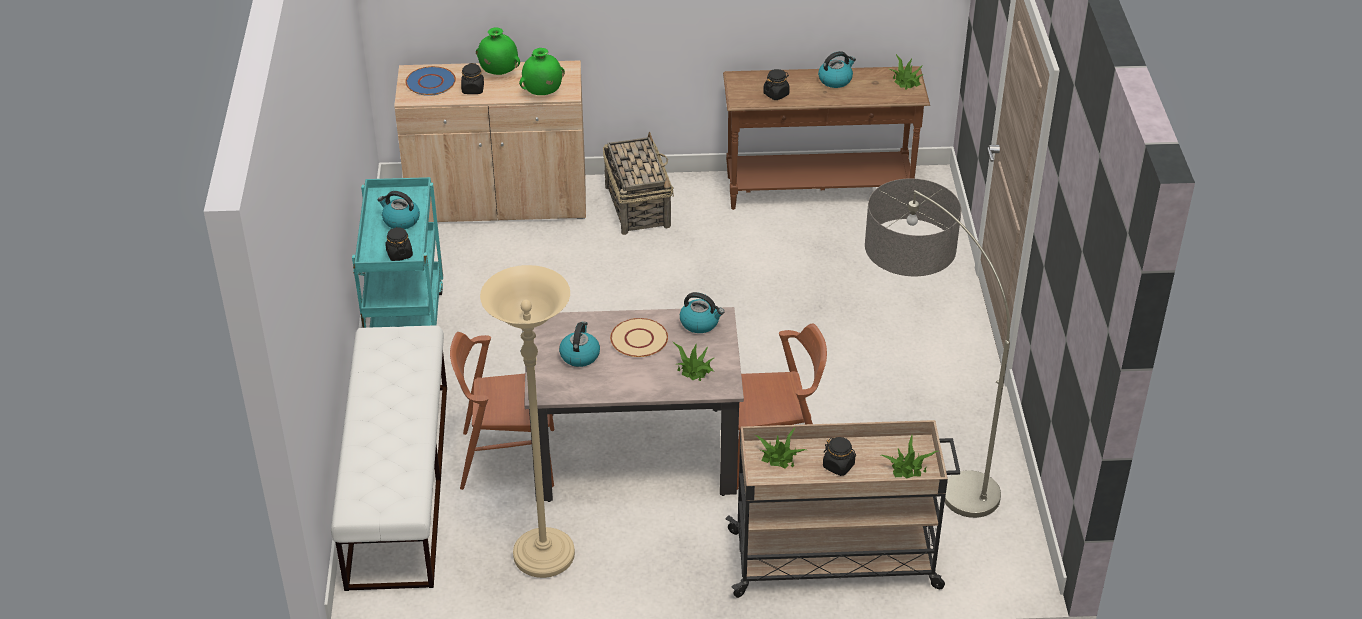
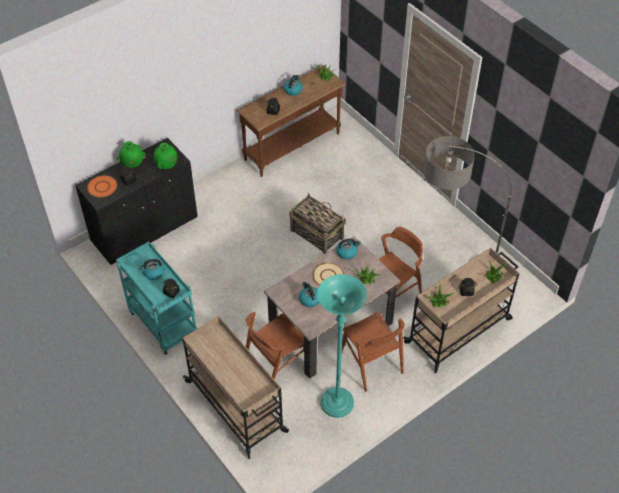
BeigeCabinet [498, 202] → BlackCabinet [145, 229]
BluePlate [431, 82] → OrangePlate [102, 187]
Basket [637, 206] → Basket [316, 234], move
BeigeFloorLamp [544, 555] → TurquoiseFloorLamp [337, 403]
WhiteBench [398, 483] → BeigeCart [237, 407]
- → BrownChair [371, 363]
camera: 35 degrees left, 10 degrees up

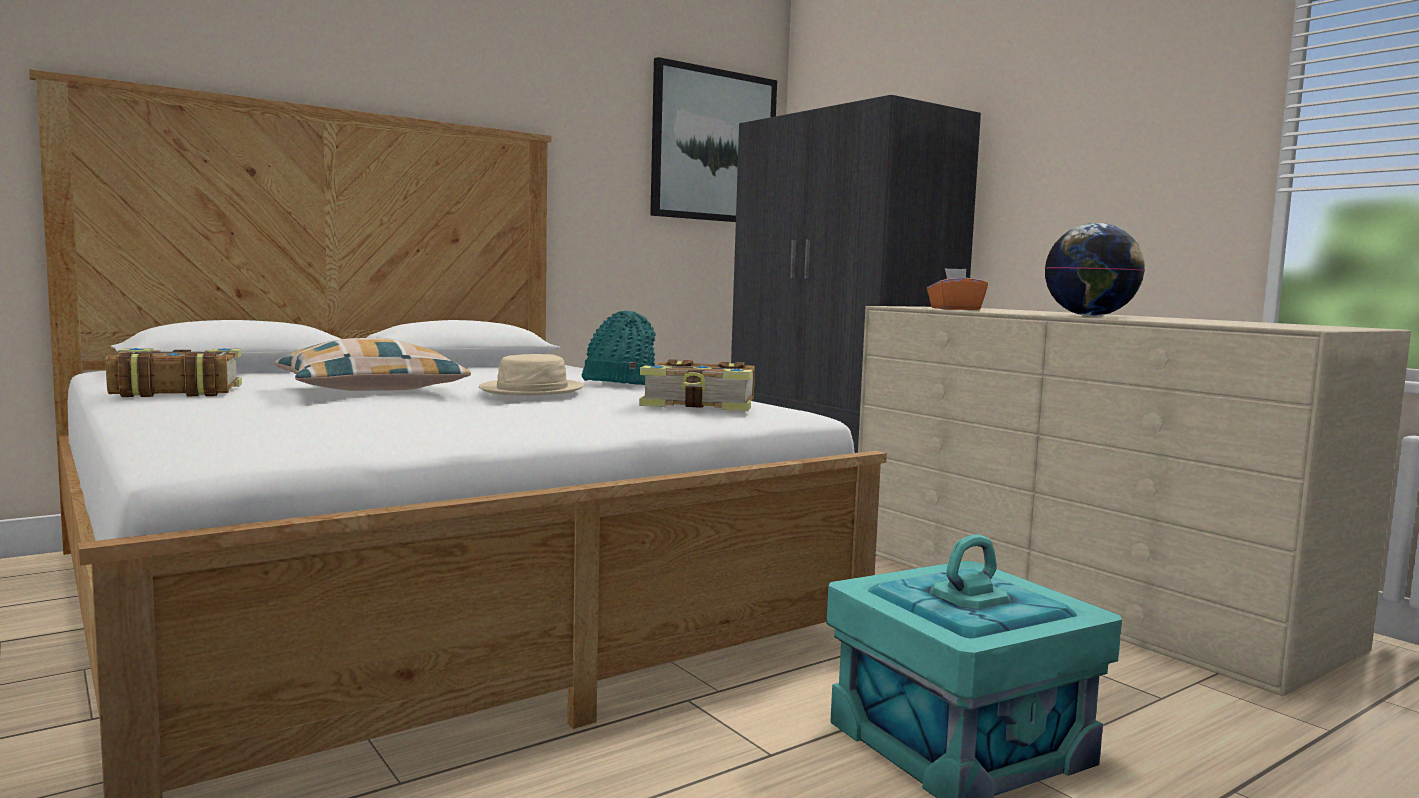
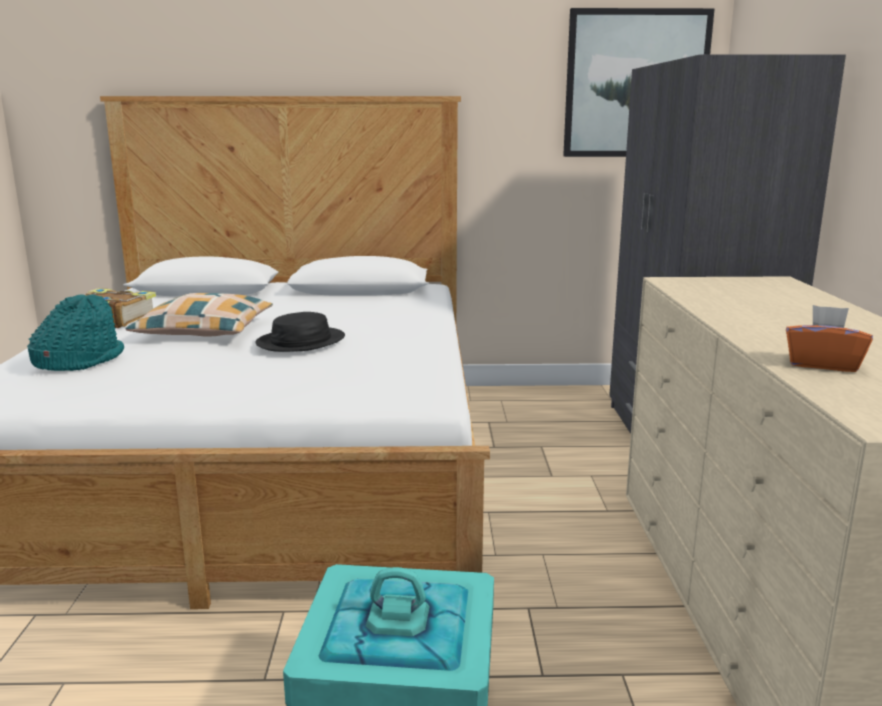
Globe [1090, 316] → -
OrangeTissueBox [955, 309] → OrangeTissueBox [822, 364], move
TurquoiseHat [619, 382] → TurquoiseHat [79, 360], move
BeigeHat [532, 390] → BlackHat [301, 341]
Book [701, 405] → -
camera: 35 degrees right, 10 degrees up

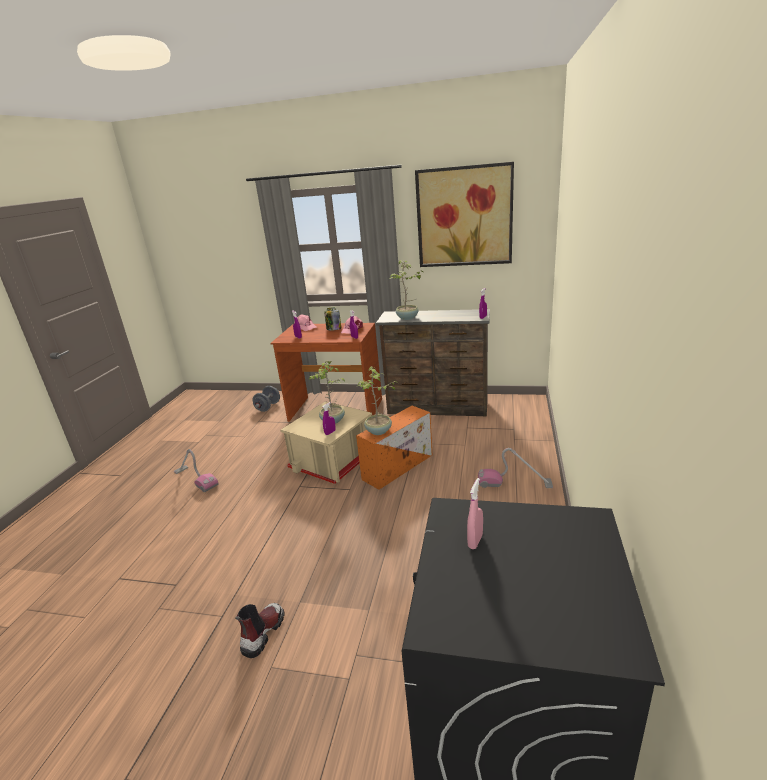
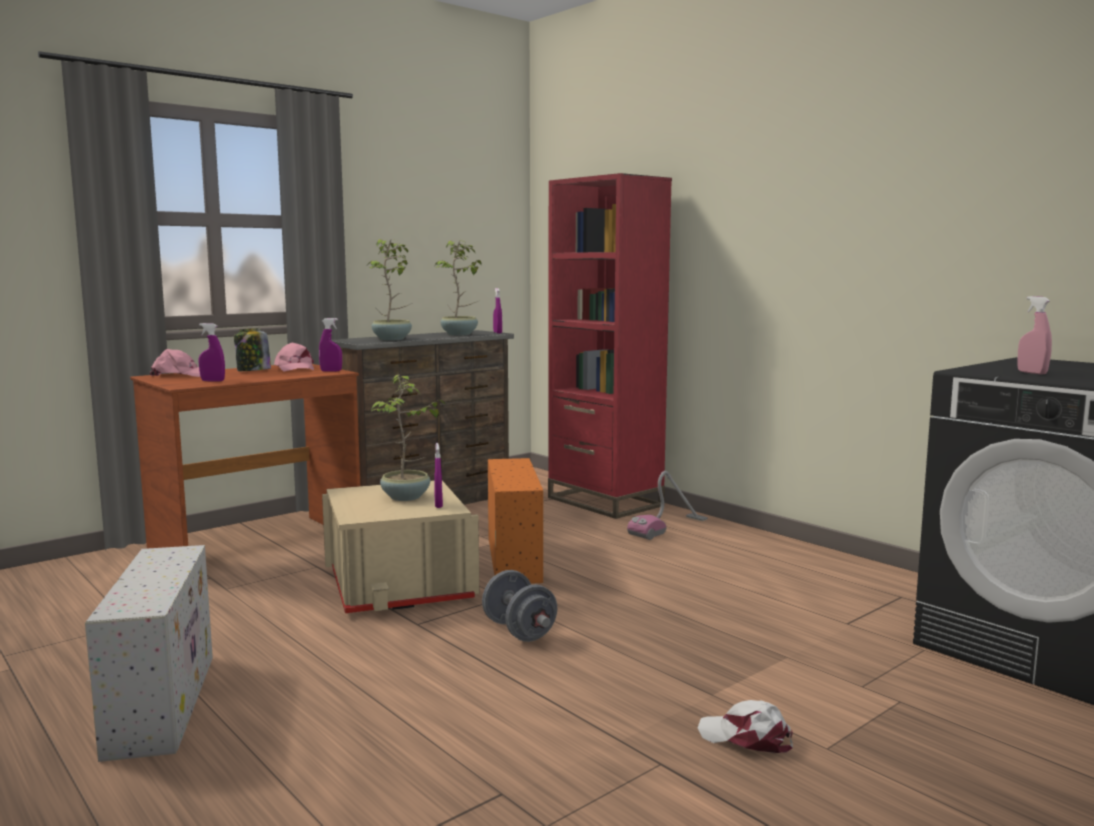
Picture [464, 217] → -
PottedPlant [379, 431] → PottedPlant [460, 334], move
GreyDumbbell [268, 407] → GreyDumbbell [519, 631], move
VacuumCleaner [195, 479] → WhiteStorageBox [162, 701]
Boot [263, 633] → WhiteCap [746, 737]
- → RedBookcase [604, 502]
camera: 55 degrees left, 15 degrees down

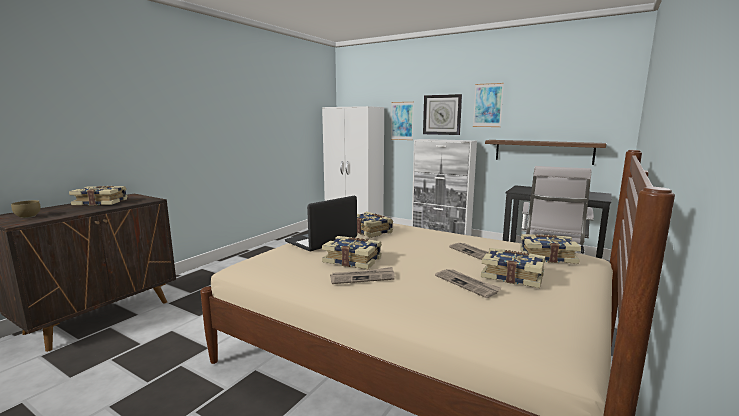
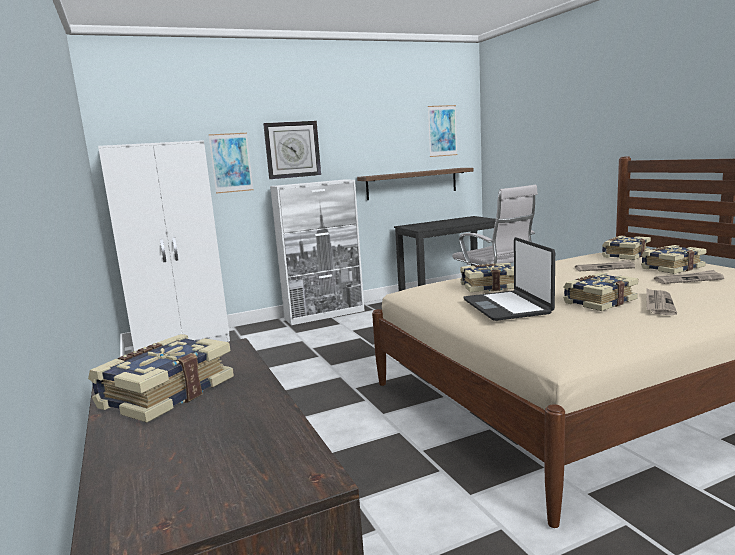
Picture [488, 105] → Picture [442, 131], move
BrownBowl [29, 216] → -
camera: 55 degrees left, 0 degrees up

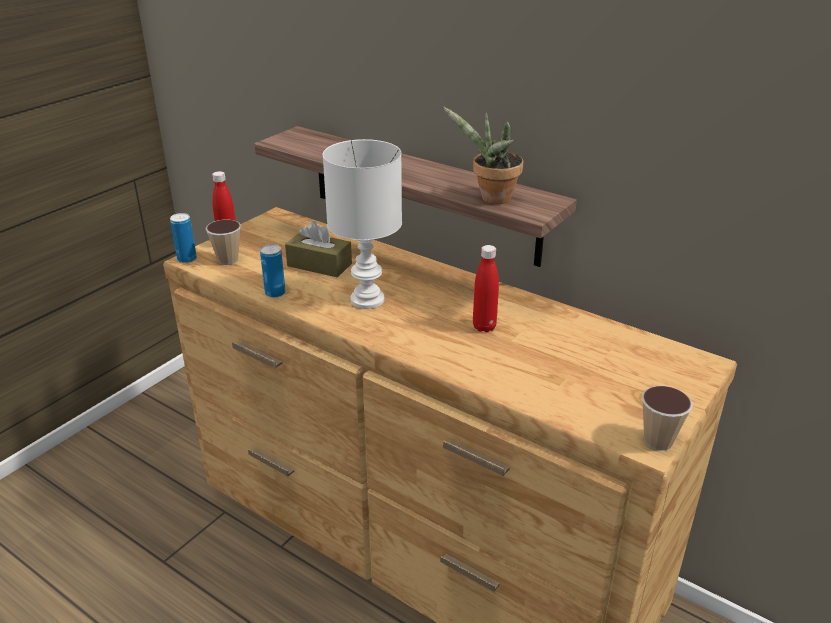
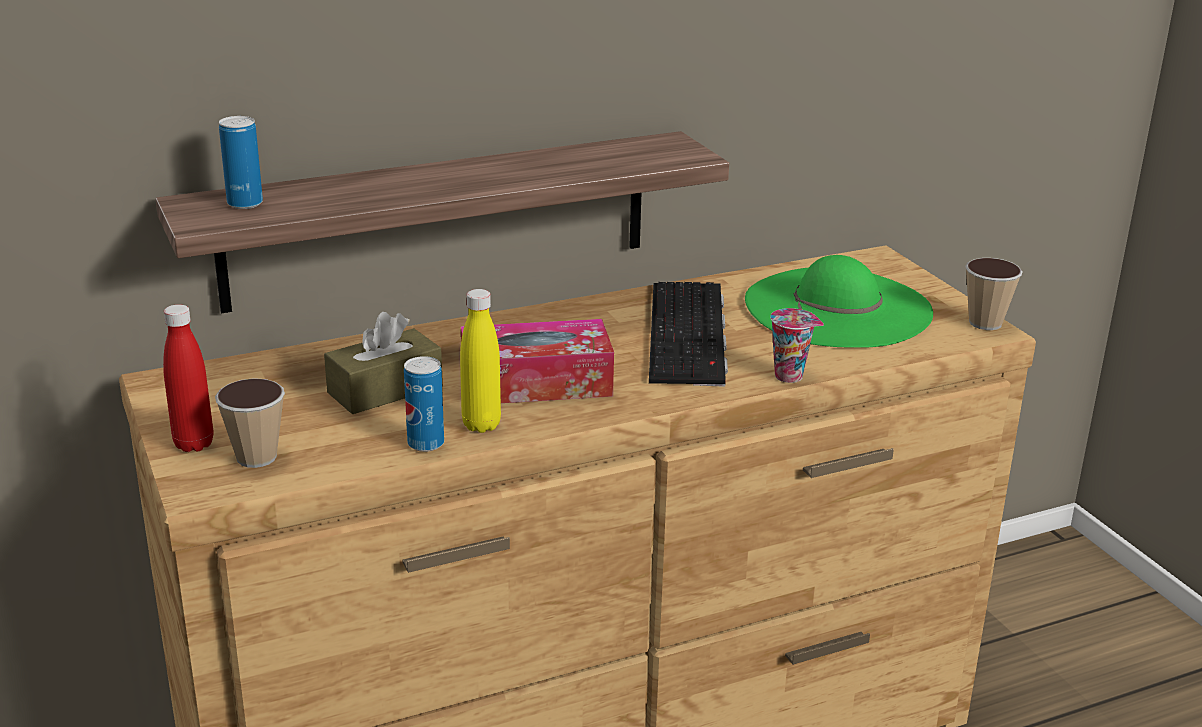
PottedPlant [491, 198] → -
WhiteTableLamp [369, 300] → TissueBox [536, 383]
Can [187, 259] → Can [245, 203], move
RedBottle [484, 327] → Keyboard [690, 334]
- → GreenHat [837, 307]
- → YellowBottle [481, 425]
- → Cup [791, 376]
camera: 60 degrees left, 5 degrees down

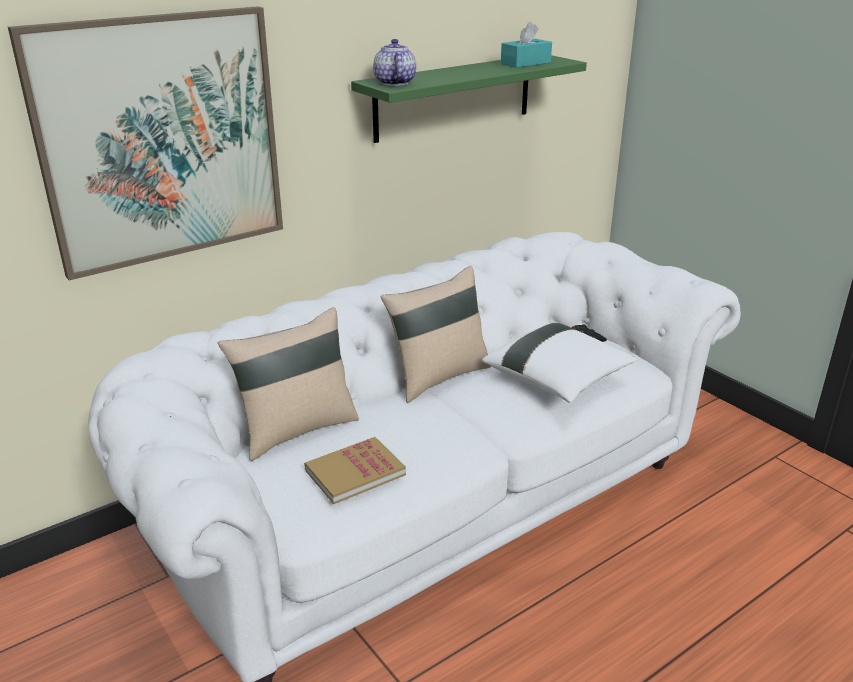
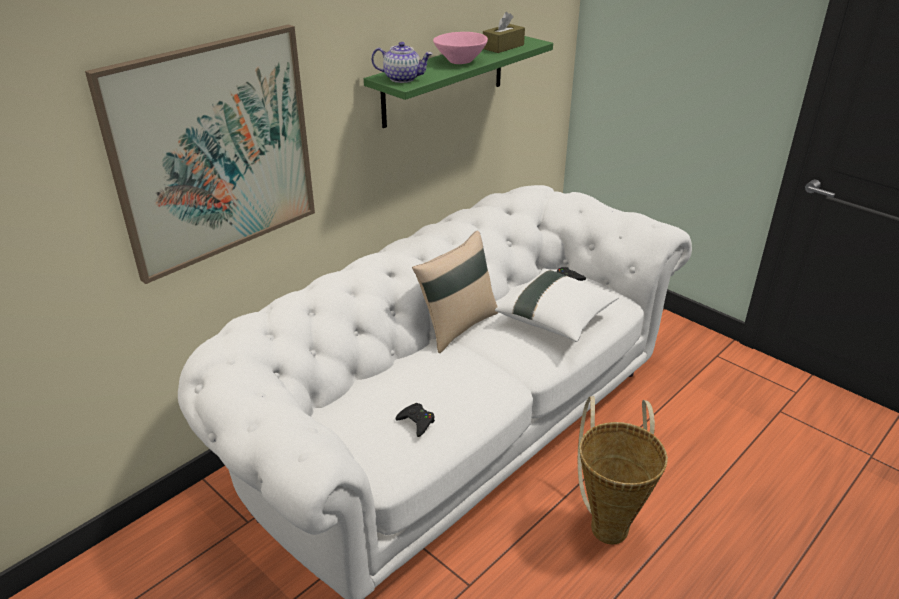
TurquoiseTissueBox [525, 63] → BrownTissueBox [503, 47]
Teapot [394, 83] → Teapot [403, 78], 120 degrees clockwise
BeigePillow [296, 429] → -
Book [355, 472] → BlackGameController [416, 422]
- → PinkBowl [459, 61]
- → Basket [609, 522]
camera: 10 degrees left, 5 degrees up

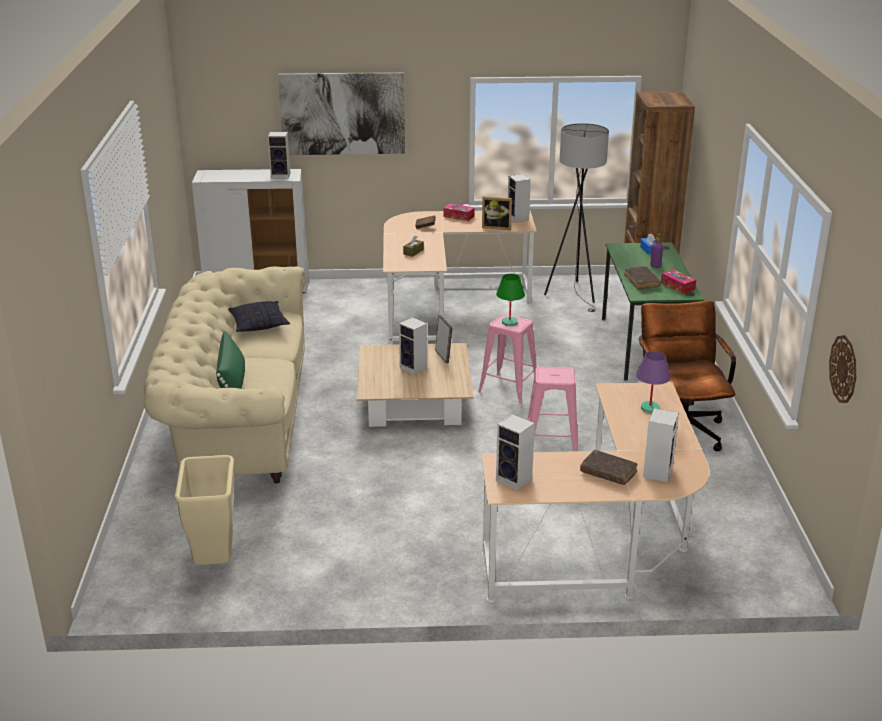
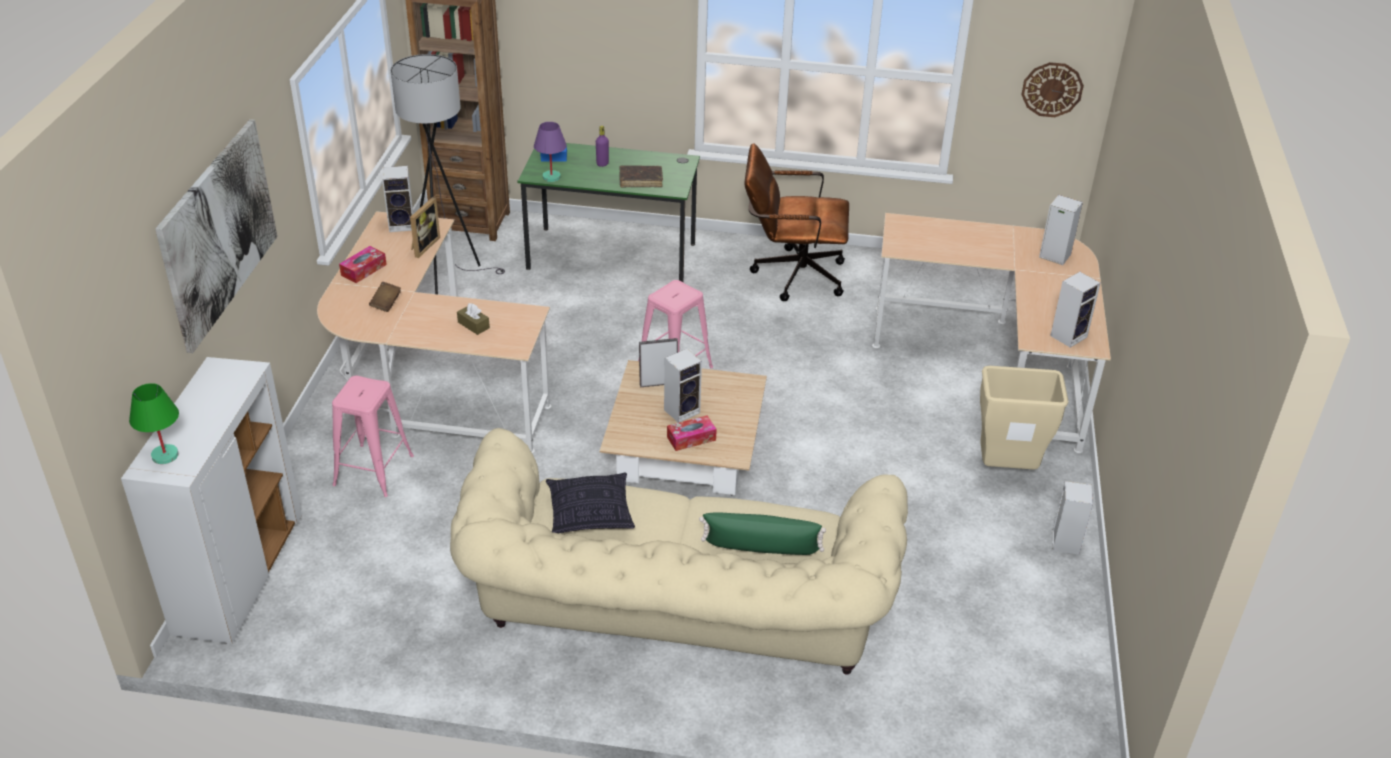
Speaker [281, 175] → Speaker [1064, 541], move
TissueBox [677, 286] → TissueBox [691, 438], move
GreenTableLamp [509, 322] → GreenTableLamp [164, 456], move
PurpleTableLamp [650, 408] → PurpleTableLamp [551, 177], move
PinkStool [551, 444] → PinkStool [373, 470], move
BrownBook [608, 472] → -
BeigeTrashCan [215, 562] → BeigeTrashCan [1007, 469], move
camera: 80 degrees left, 10 degrees up

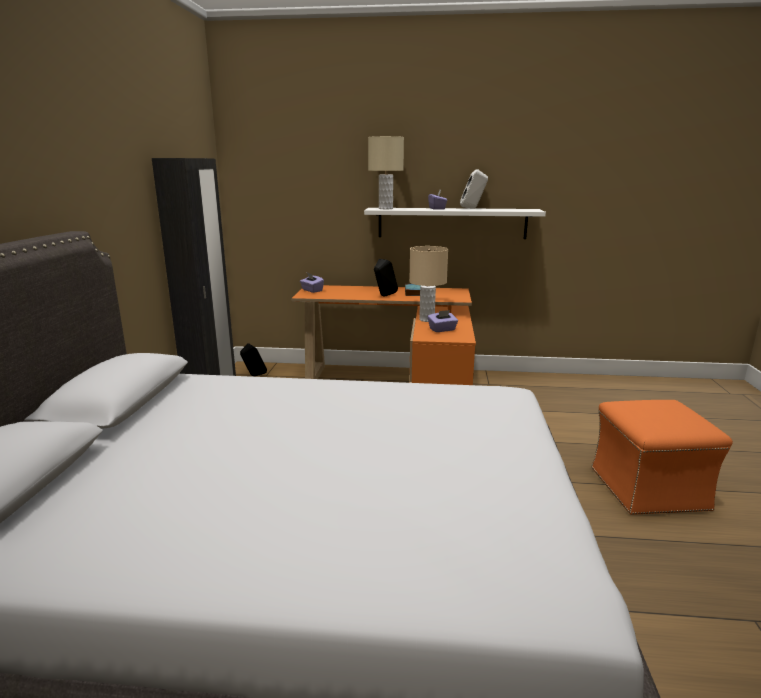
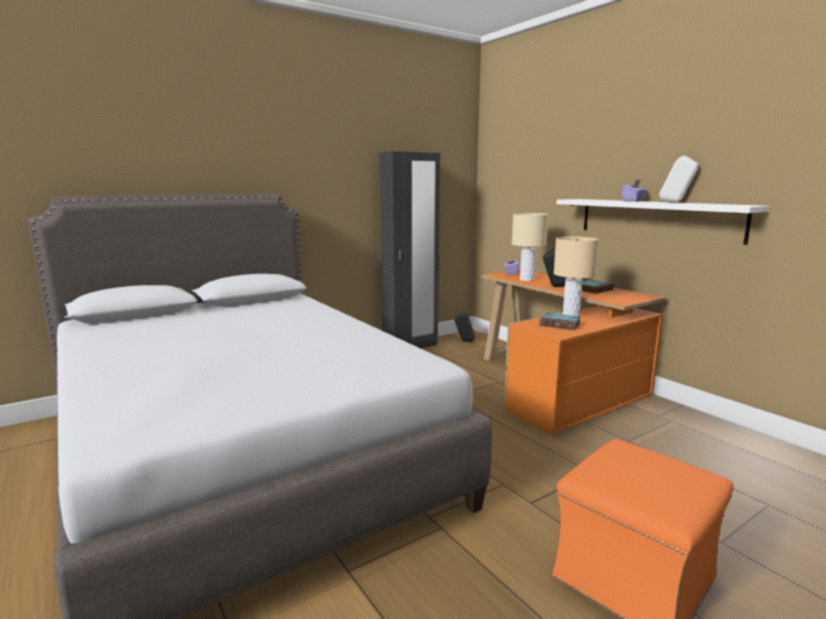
BeigeTableLamp [385, 208] → BeigeTableLamp [527, 279], move
PurpleTissueBox [442, 330] → Book [561, 324]
camera: 50 degrees right, 5 degrees down

